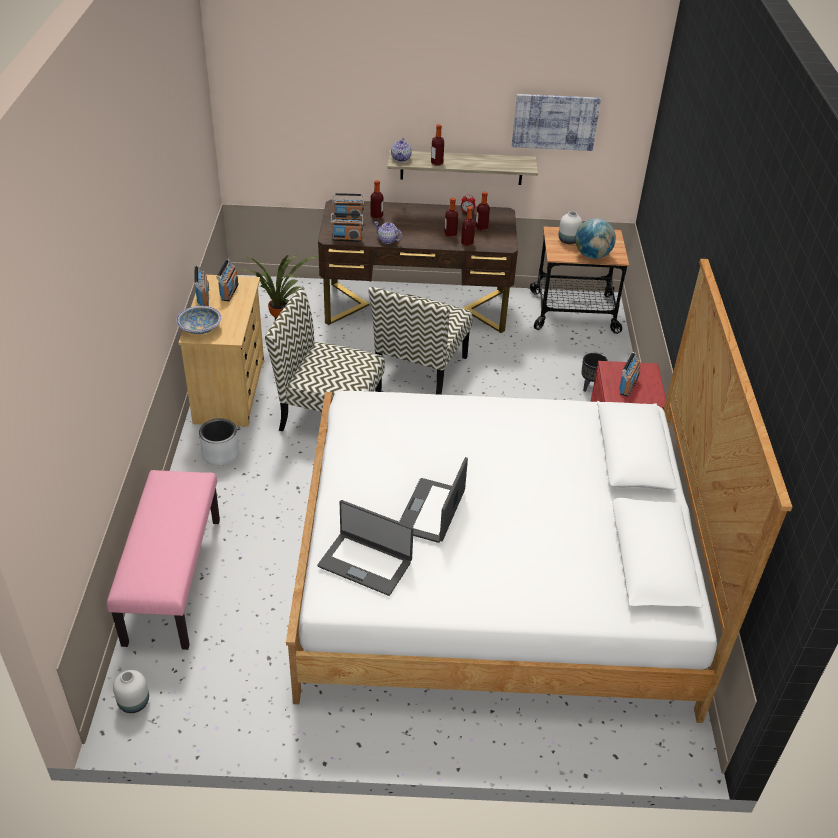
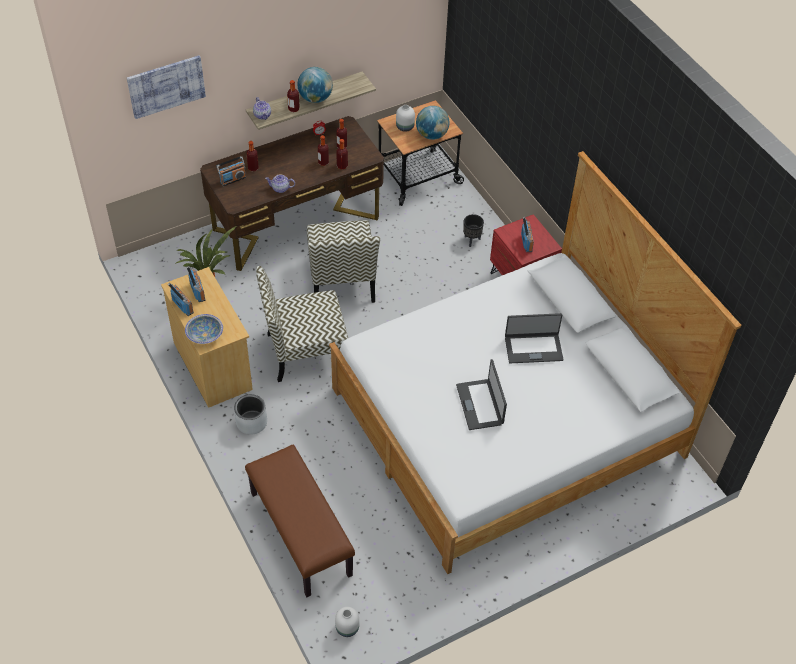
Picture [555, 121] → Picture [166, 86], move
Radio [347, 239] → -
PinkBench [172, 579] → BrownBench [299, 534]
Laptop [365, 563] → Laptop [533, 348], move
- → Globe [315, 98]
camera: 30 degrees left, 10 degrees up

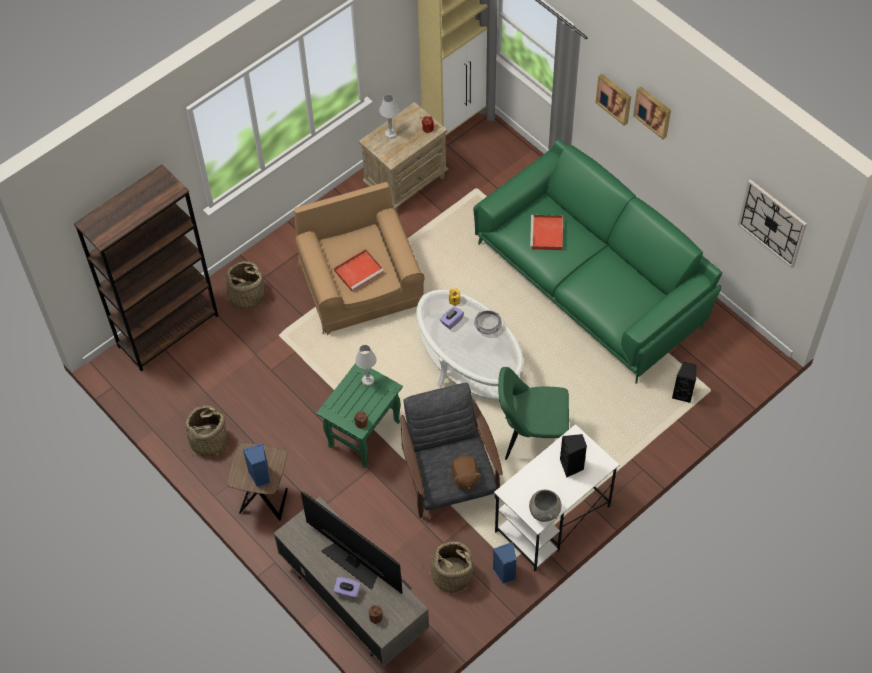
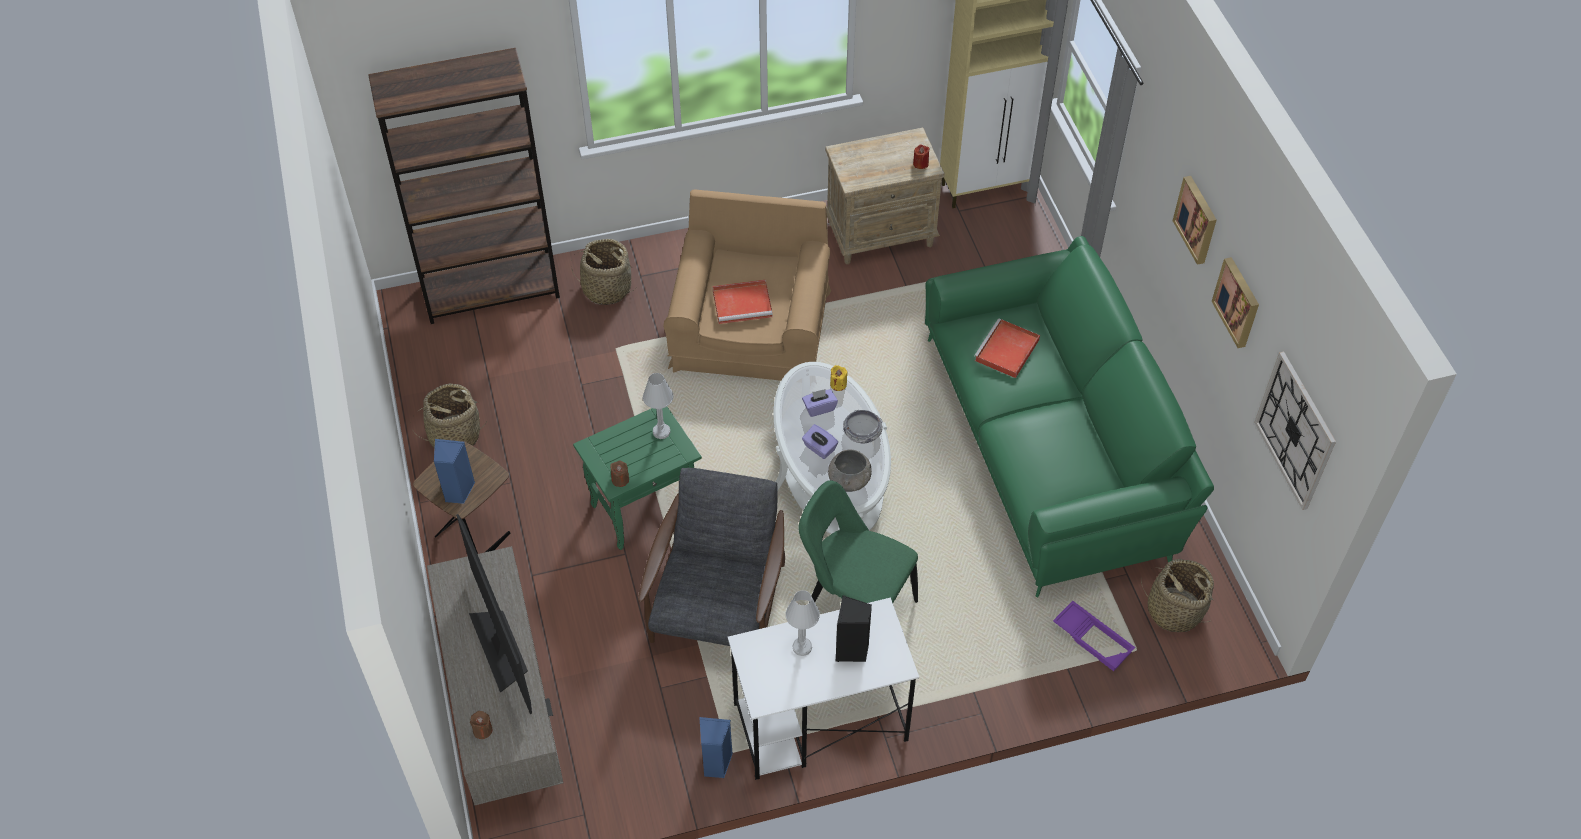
Picture [614, 98] → Picture [1238, 302], move
WhiteTableLamp [390, 134] → WhiteTableLamp [802, 647], move
BlackSpeaker [683, 394] → PurpleTray [1093, 639]
BrownPlushToy [464, 477] → -
GreyBowl [544, 512] → GreyBowl [849, 482], move
Basket [451, 575] → Basket [1174, 610], move
PurpleTissueBox [347, 591] → PurpleTissueBox [819, 448], move
camera: 25 degrees right, 5 degrees down

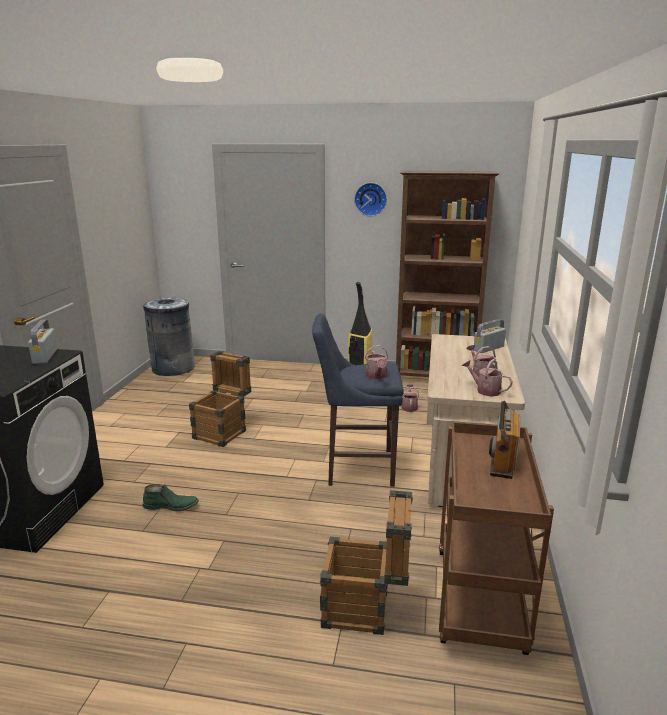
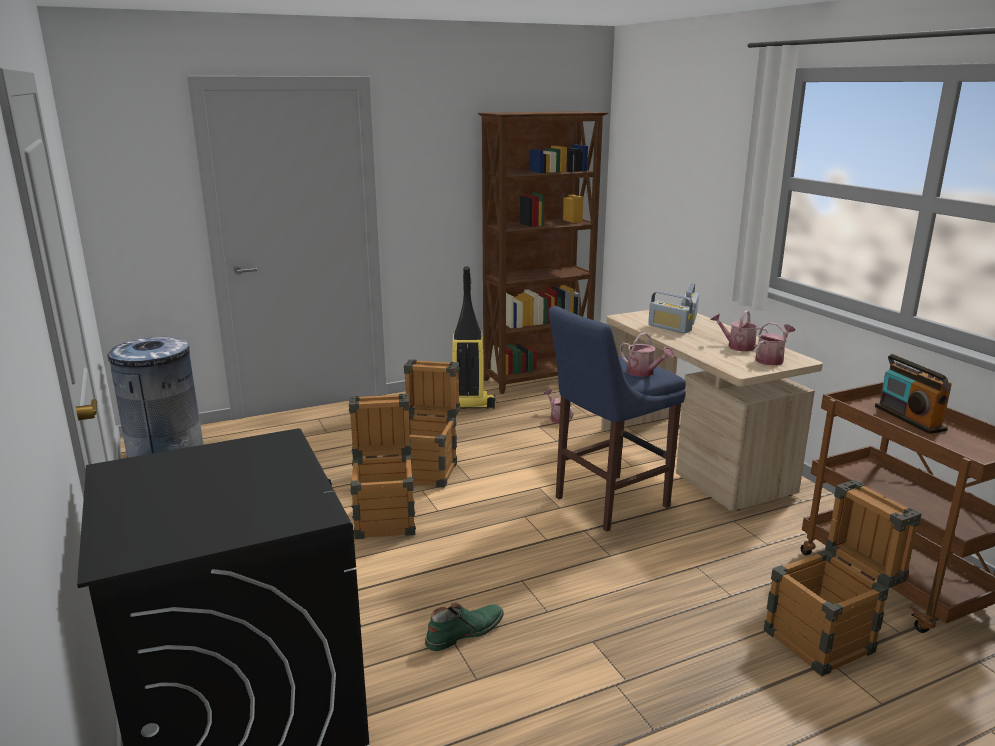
WallClock [370, 199] → -
Radio [45, 356] → Radio [669, 328], move
WateringCan [485, 390] → WateringCan [771, 359], 135 degrees clockwise
- → Crate [428, 469]
camera: 35 degrees left, 0 degrees up

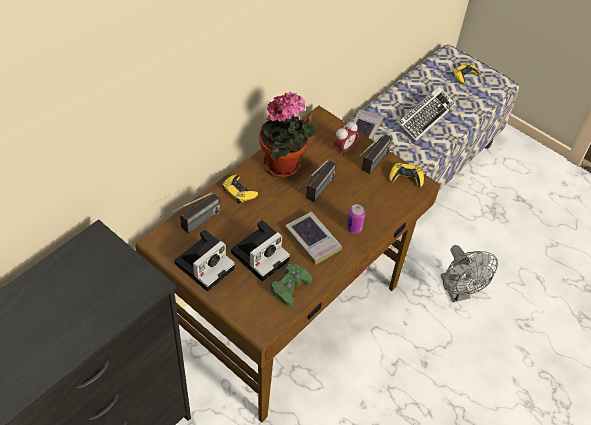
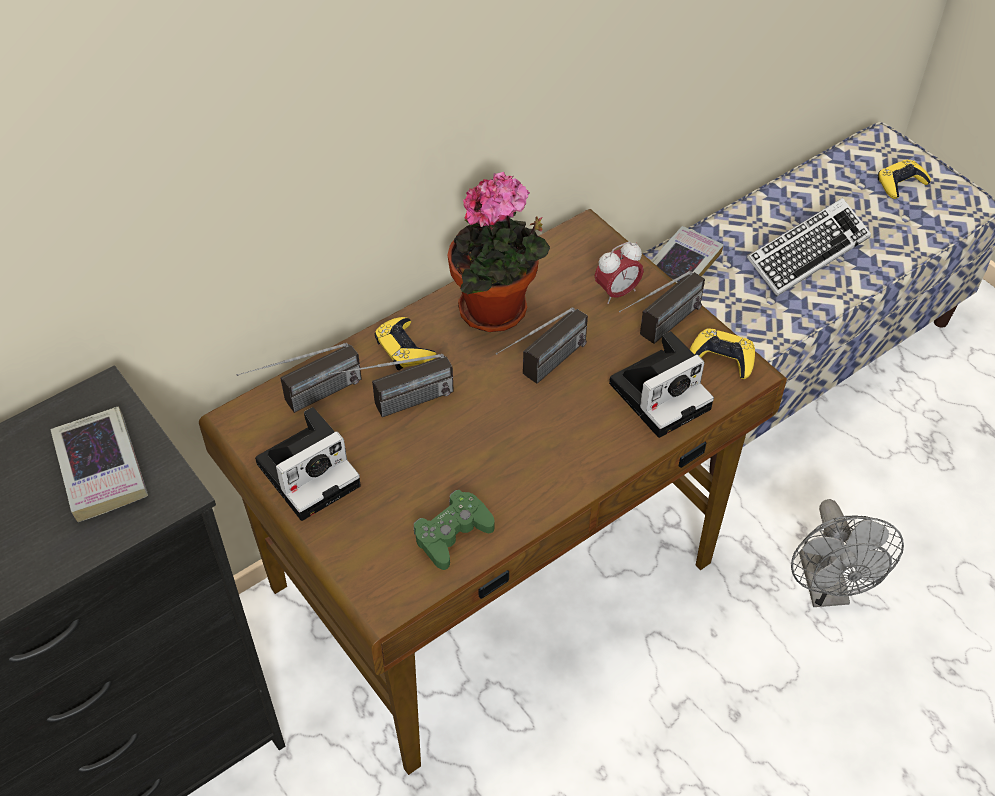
Can [354, 228] → -
Book [312, 240] → Book [101, 469], move
PhotoCamera [261, 254] → PhotoCamera [662, 393], move
- → Radio [395, 406]
camera: 15 degrees right, 0 degrees up

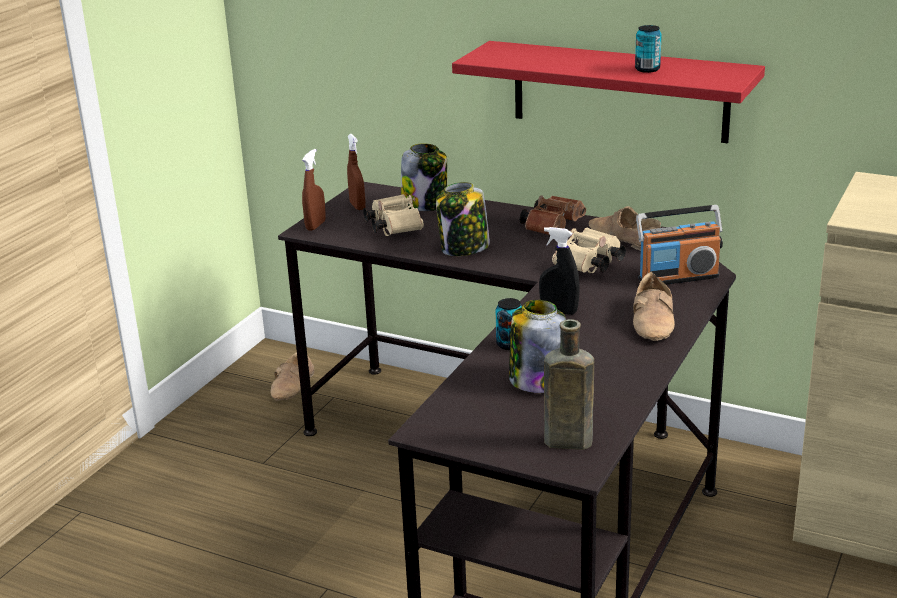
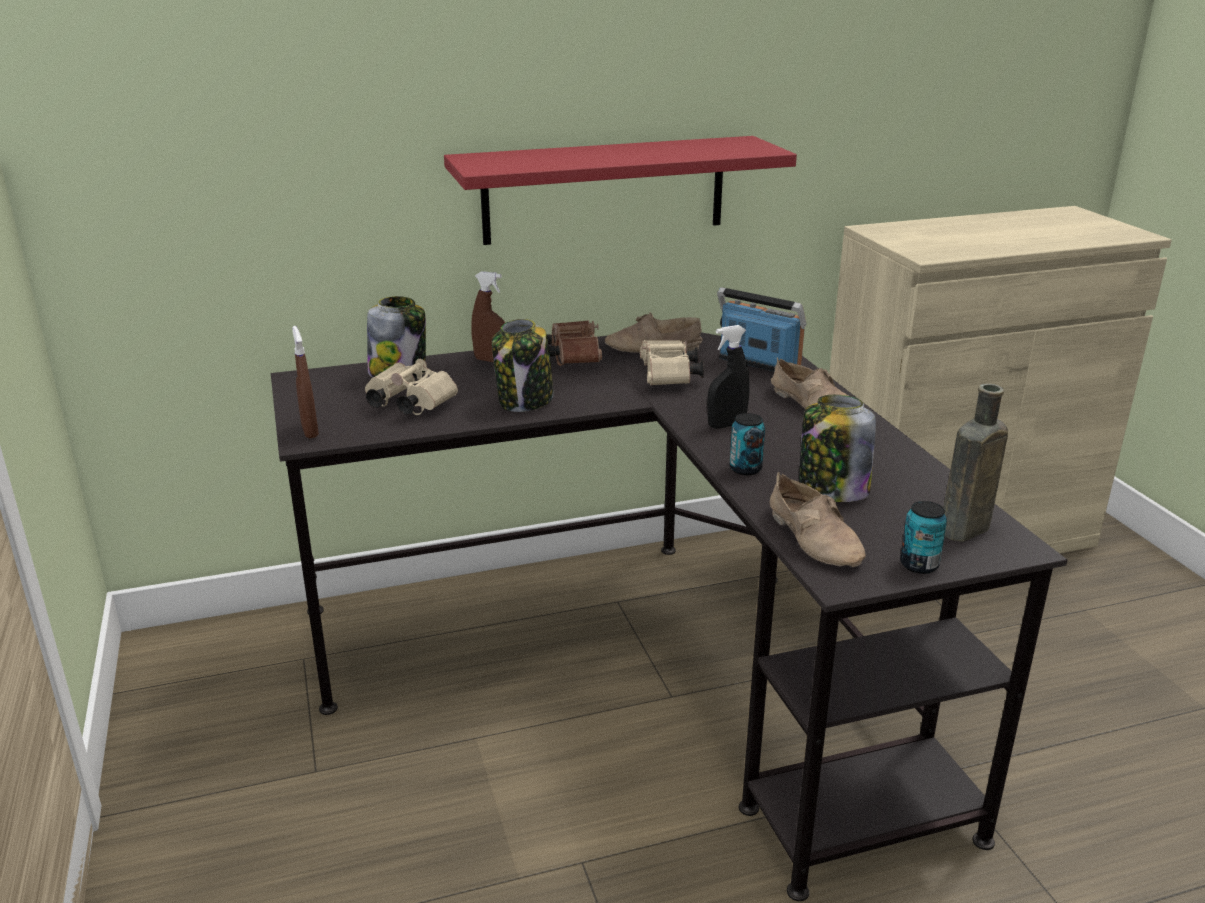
Can [647, 69] → Can [919, 565], move
BrownSprayBottle [357, 206] → BrownSprayBottle [491, 360], move
Radio [678, 277] → Radio [759, 364], 90 degrees counterclockwise
BeigeShoe [294, 385] → BeigeShoe [816, 537], move
camera: 45 degrees left, 0 degrees up

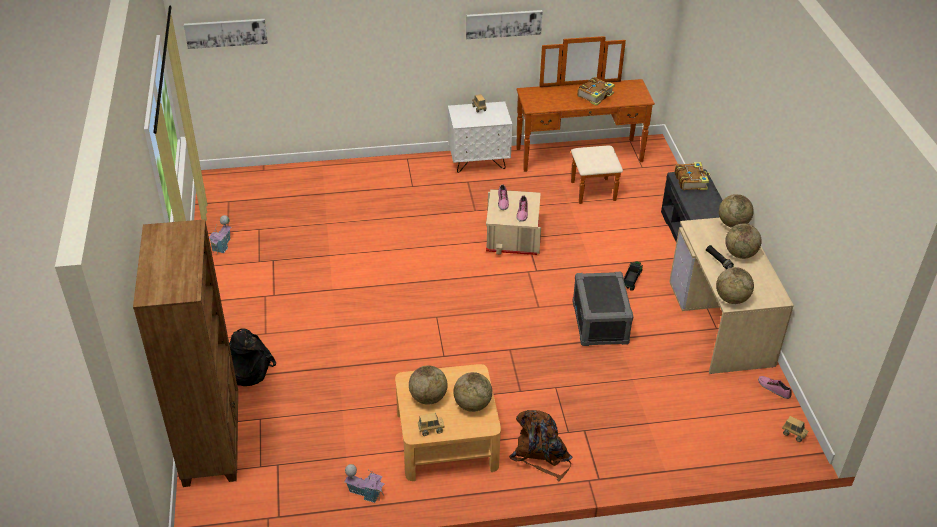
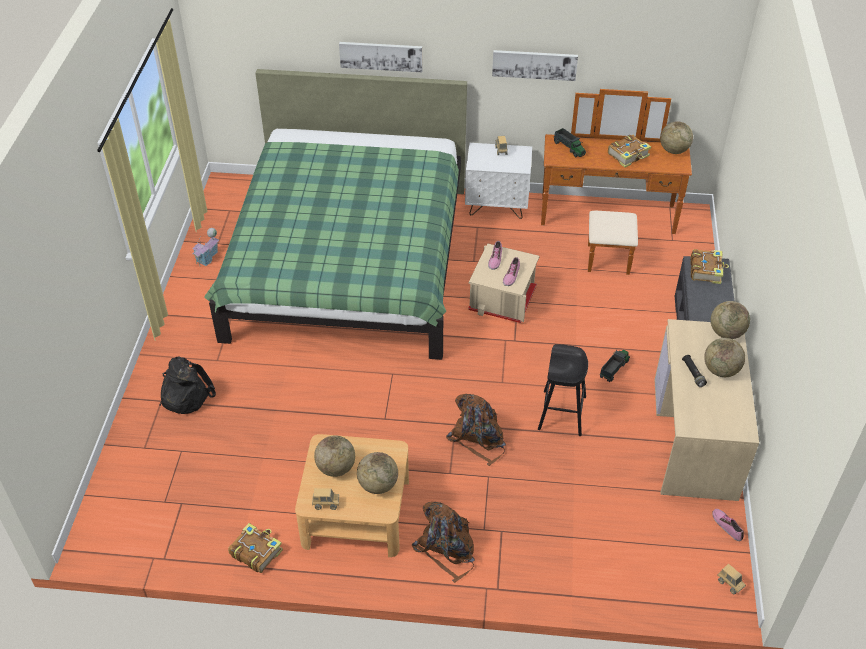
Picture [226, 32] → Picture [381, 56], move
BrownBookcase [212, 441] → -
Globe [731, 299] → Globe [673, 150], move
GreyStorageBox [600, 323] → BlackStool [562, 412]
ToyHouse [365, 492] → Book [256, 552]
- → GreenBed [348, 262]
- → ToyTruck [569, 148]
- → BrownBackpack [478, 438]
camera: 15 degrees right, 5 degrees up

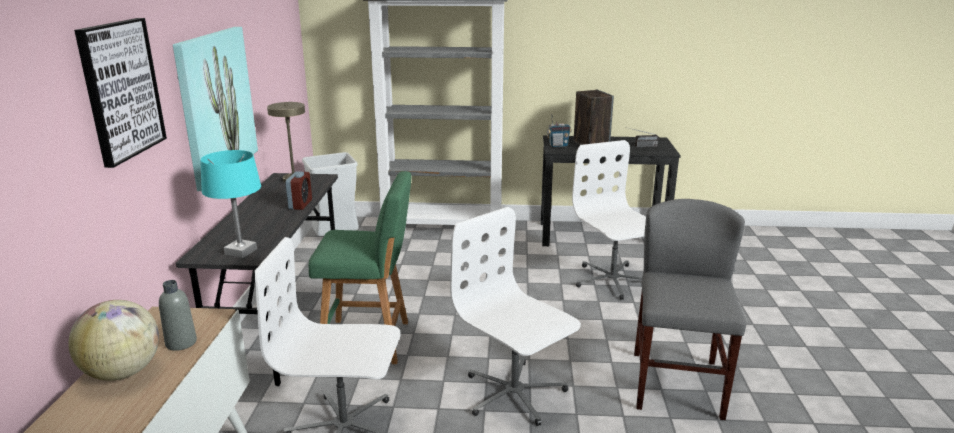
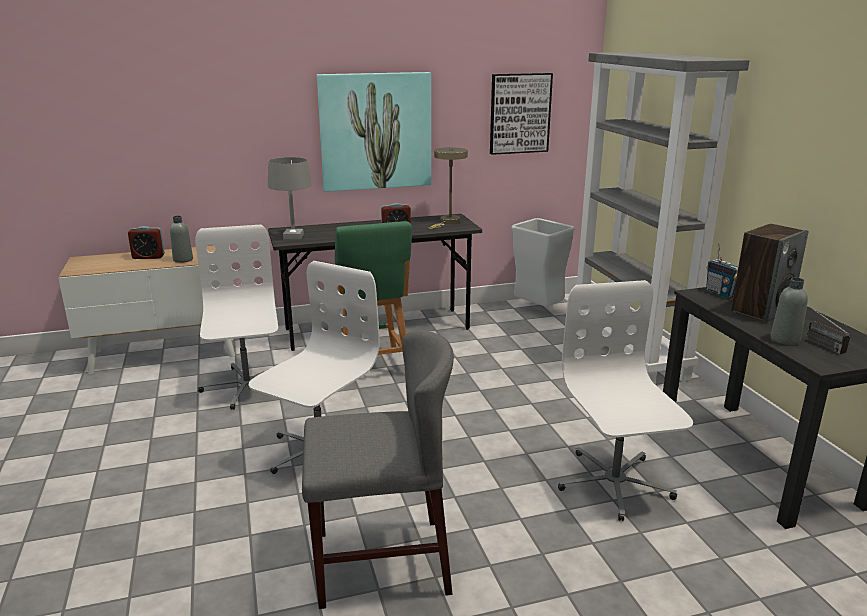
Picture [121, 90] → Picture [519, 113], move
WhiteOfficeChair [611, 280] → WhiteOfficeChair [613, 484], 60 degrees counterclockwise
TurquoiseTableLamp [241, 251] → GreyTableLamp [294, 237]
Globe [123, 372] → AlarmClock [148, 257]
- → GreyBottle [785, 339]
camera: 70 degrees right, 0 degrees up

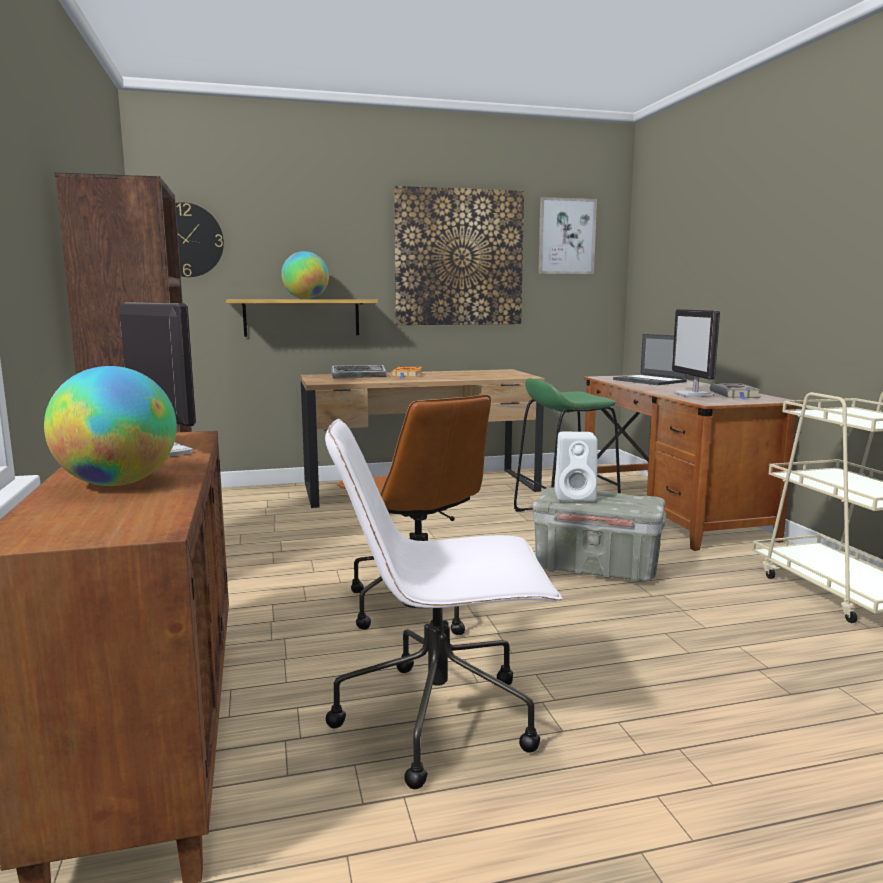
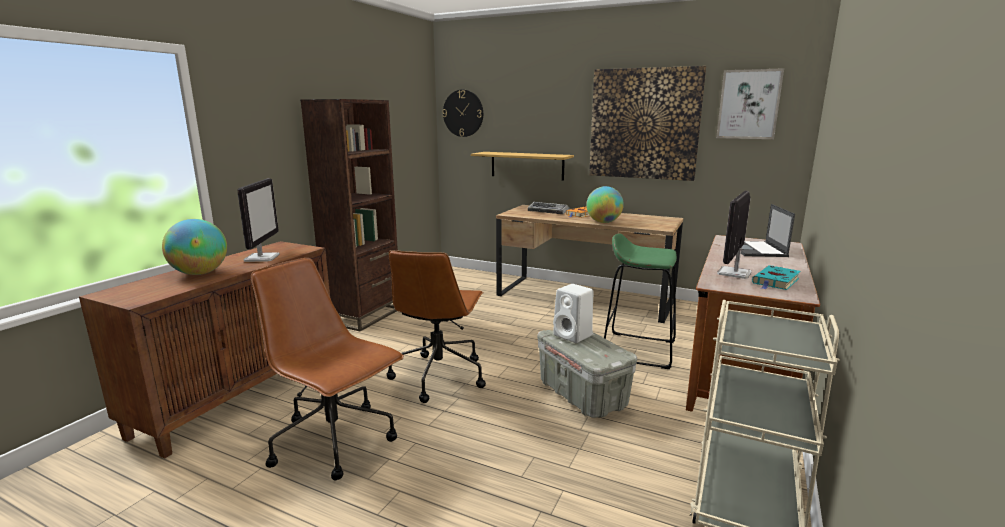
Globe [306, 299] → Globe [603, 222], move
GreyBook [735, 395] → TurquoiseBook [775, 281]
WhiteOfficeChair [441, 718] → BrownOfficeChair [335, 441]
camera: 40 degrees right, 5 degrees up

